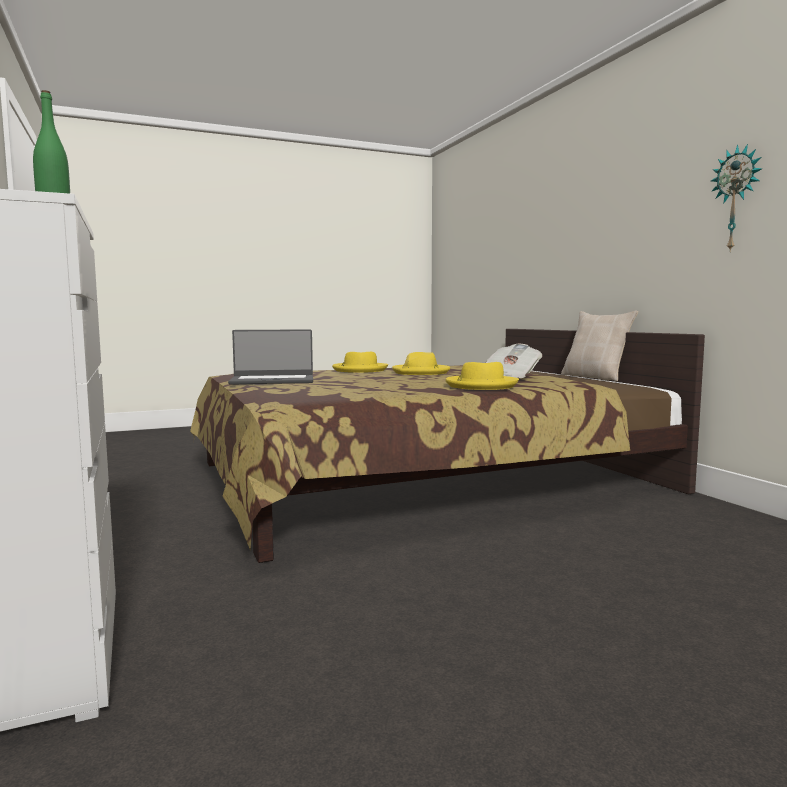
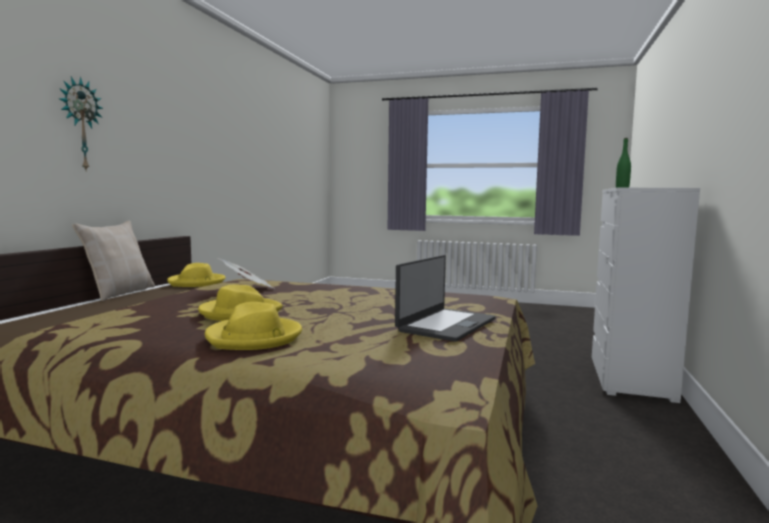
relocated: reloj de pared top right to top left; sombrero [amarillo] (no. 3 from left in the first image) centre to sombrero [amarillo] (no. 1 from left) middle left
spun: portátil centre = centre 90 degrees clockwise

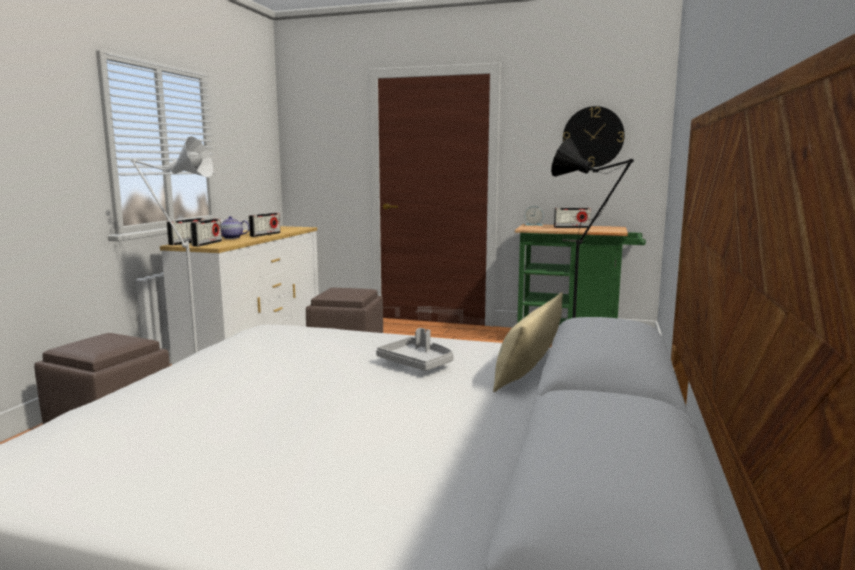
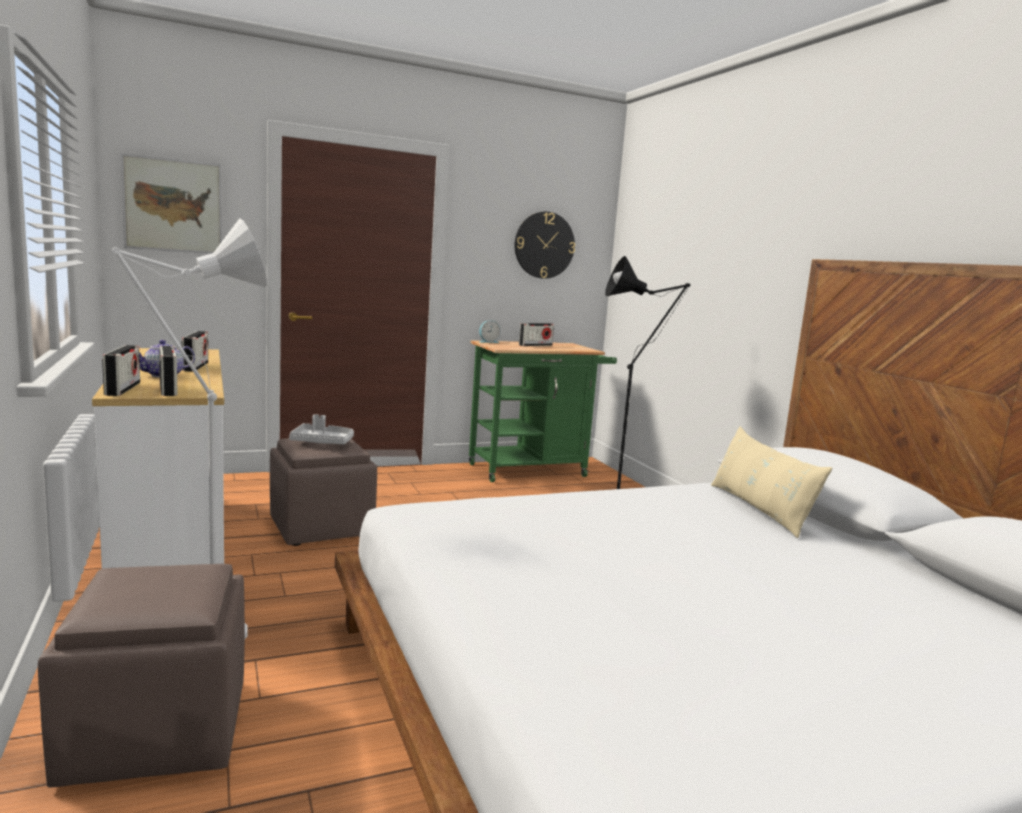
appeared: cuadro top left
relocated: bandeja [gris] centre to middle left

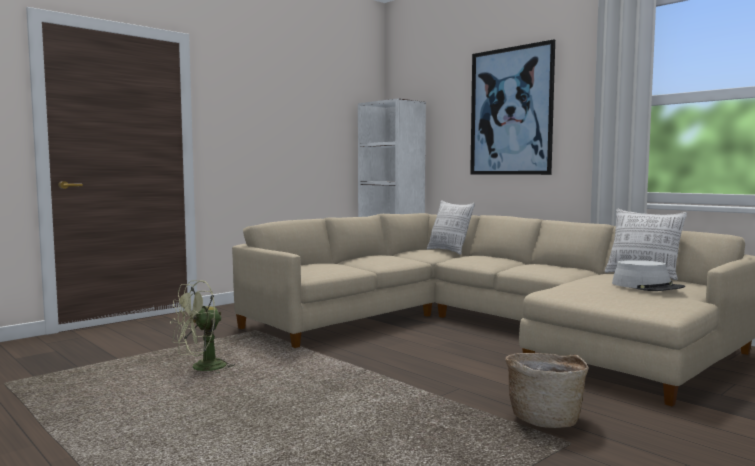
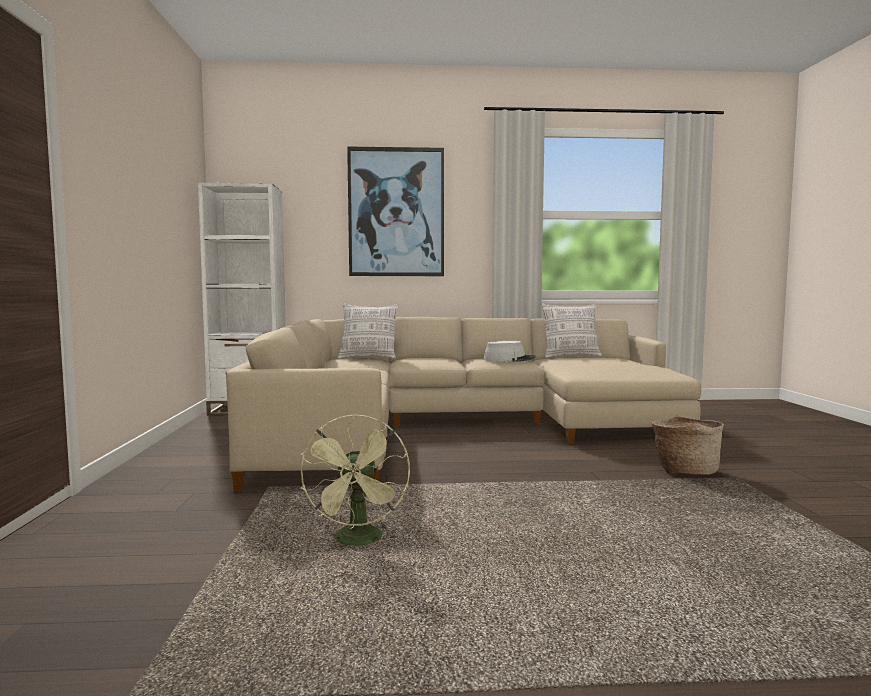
relocated: sombrero [gris] middle right to centre

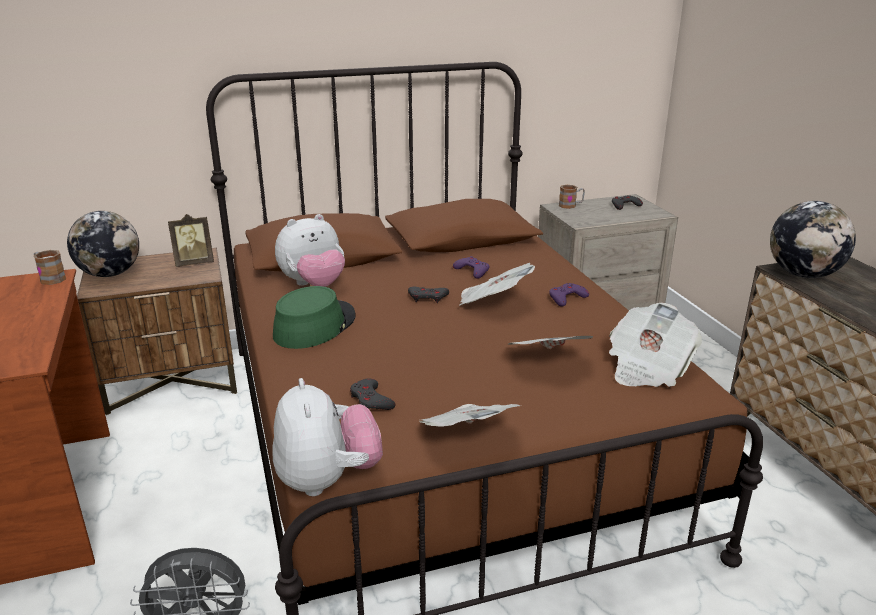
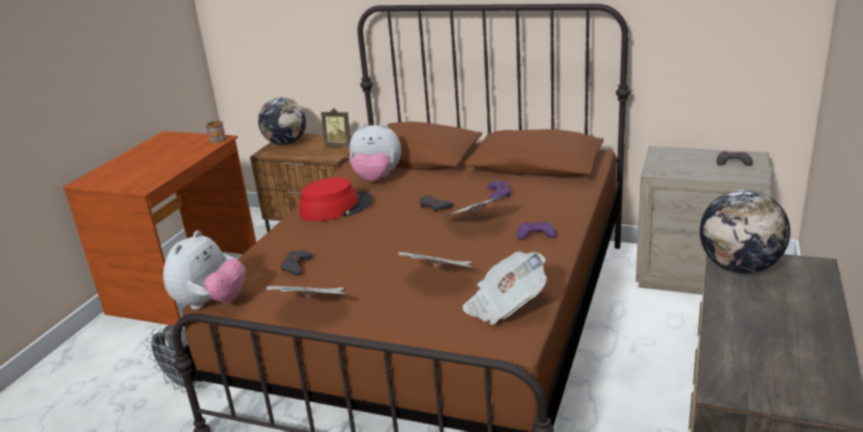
missing: taza grande (no. 2 from left) top centre
colour: sombrero [verde] centre to sombrero [rojo] centre

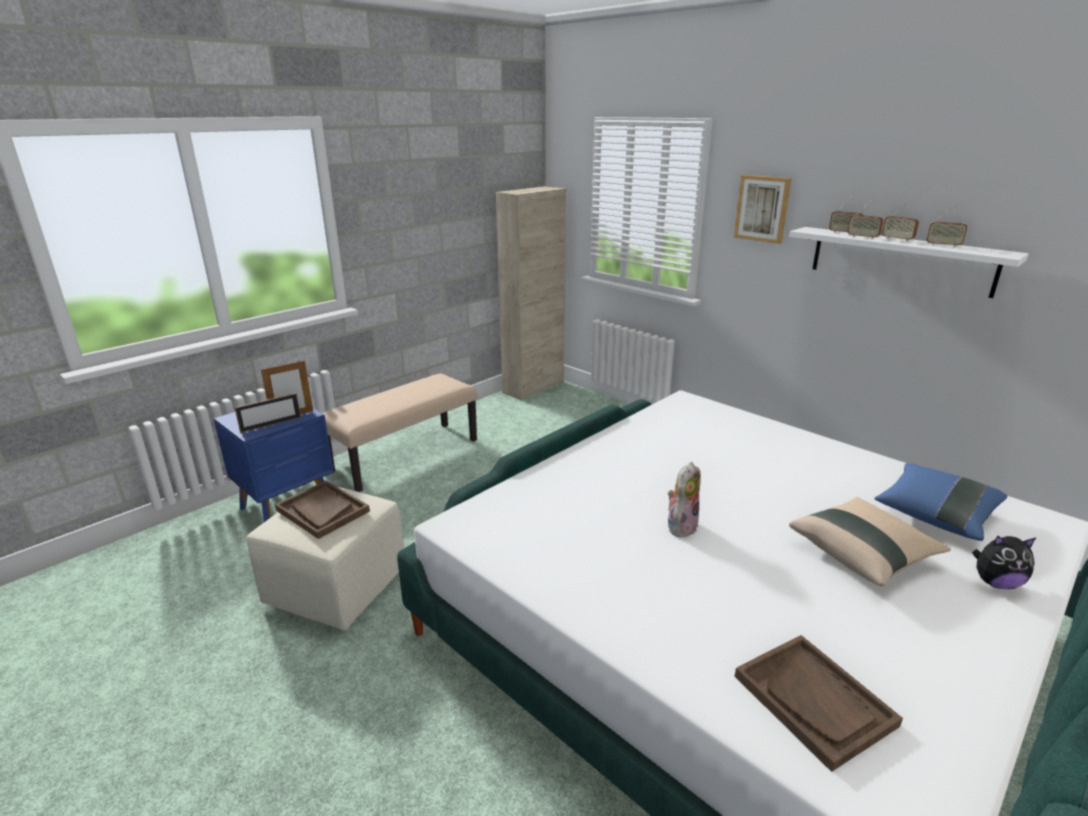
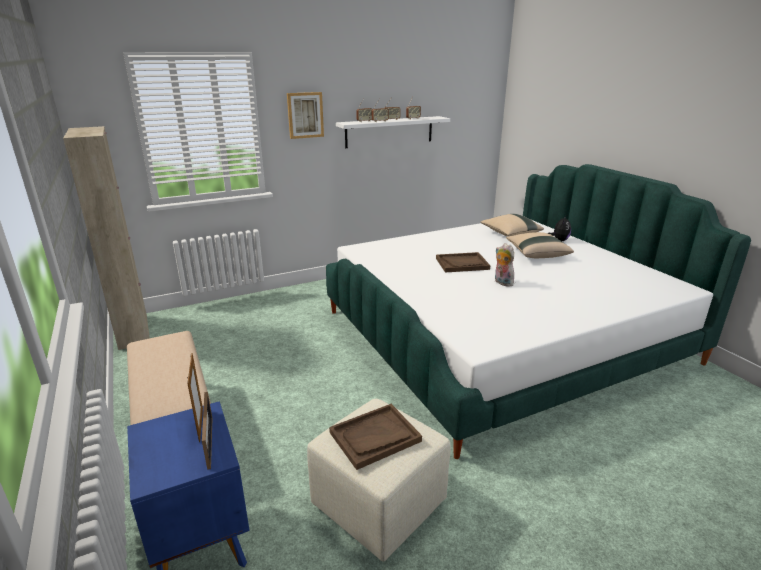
relocated: bandeja [marrón] (no. 2 from left) bottom right to centre
colour: cojín [azul] middle right to cojín [beis] (no. 1 from left) middle right

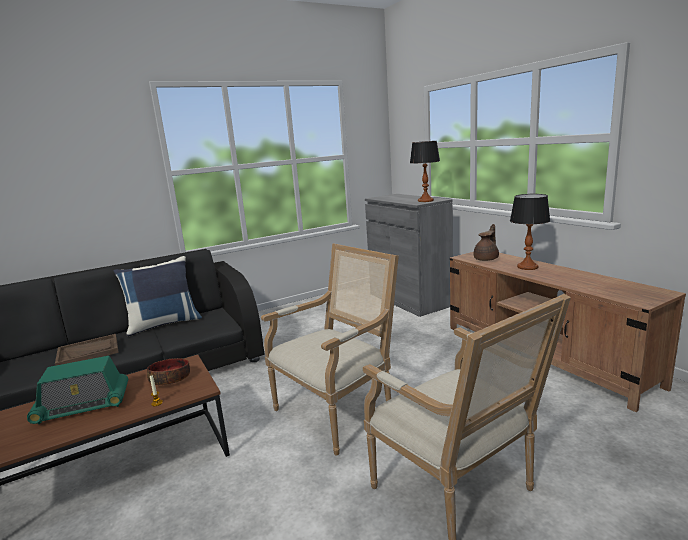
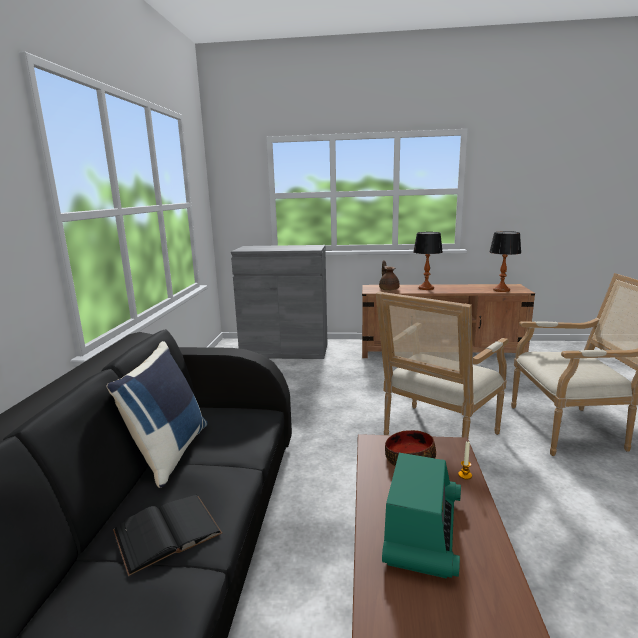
relocated: lámpara de mesa (no. 1 from left in the first image) top centre to lámpara de mesa (no. 2 from left) middle right
exchanged: bandeja [marrón] middle left to libro [negro] bottom left
spun: sillón (no. 1 from left) centre = middle right 135 degrees counterclockwise

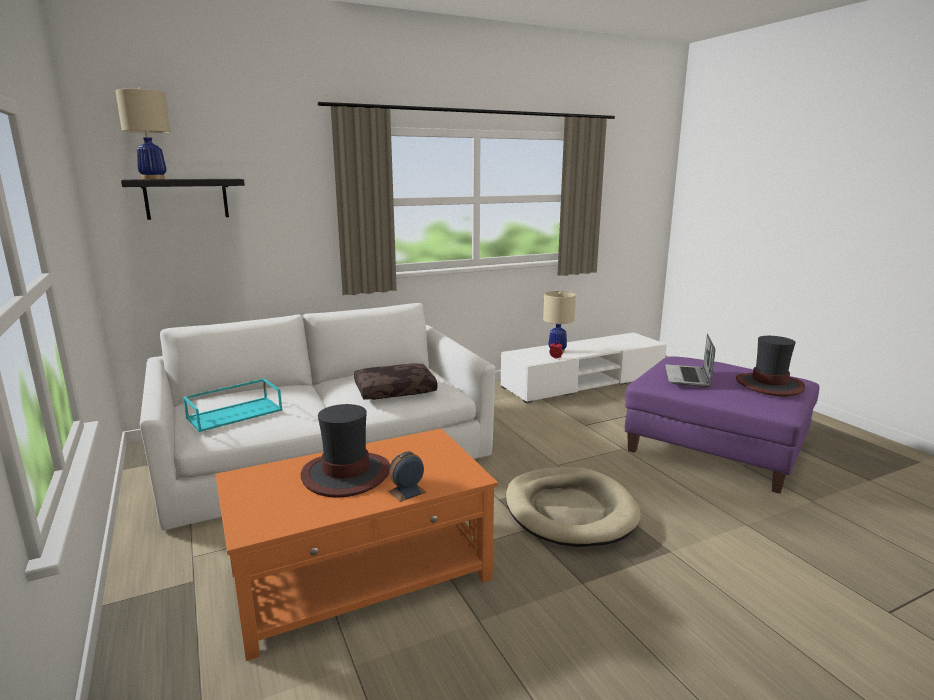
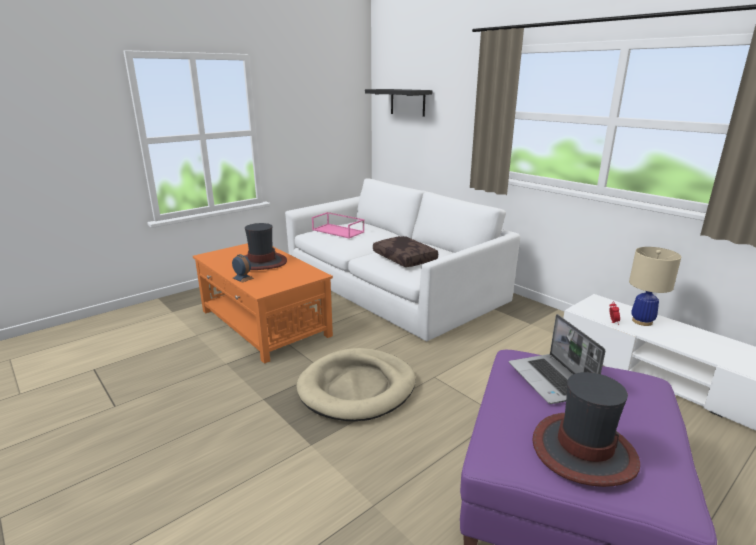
missing: lámpara de mesa [beis] (no. 1 from left) top left
colour: bandeja [turquesa] middle left to bandeja [rosa] centre
spun: portátil middle right = middle right 105 degrees counterclockwise

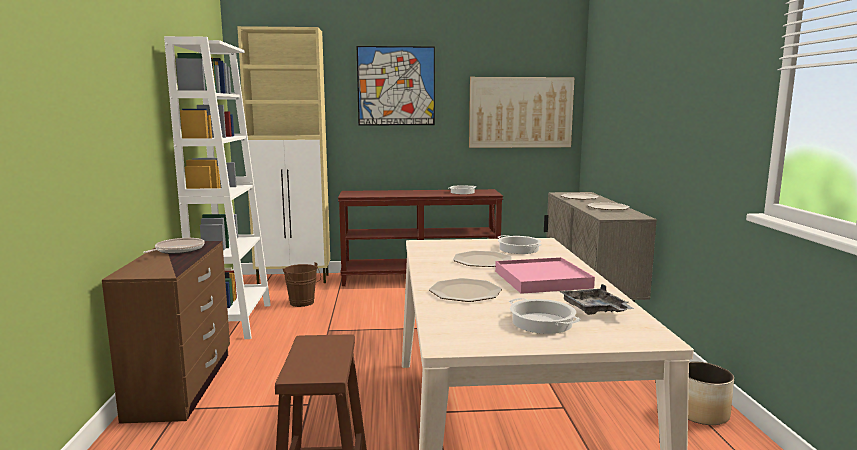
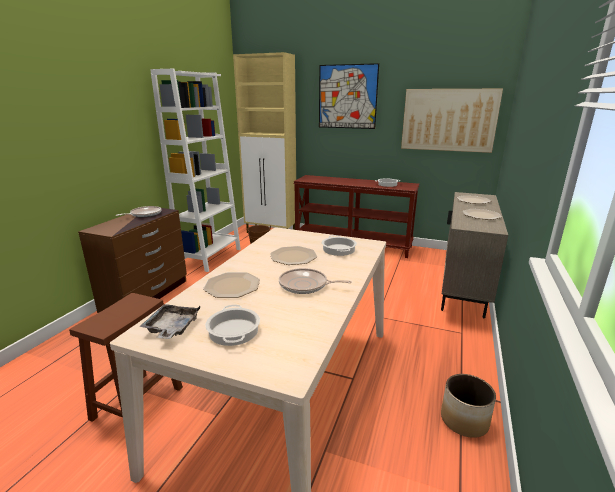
relocated: bandeja [gris] middle right to middle left
exchanged: bandeja [rosa] centre to sartén (no. 2 from left) centre

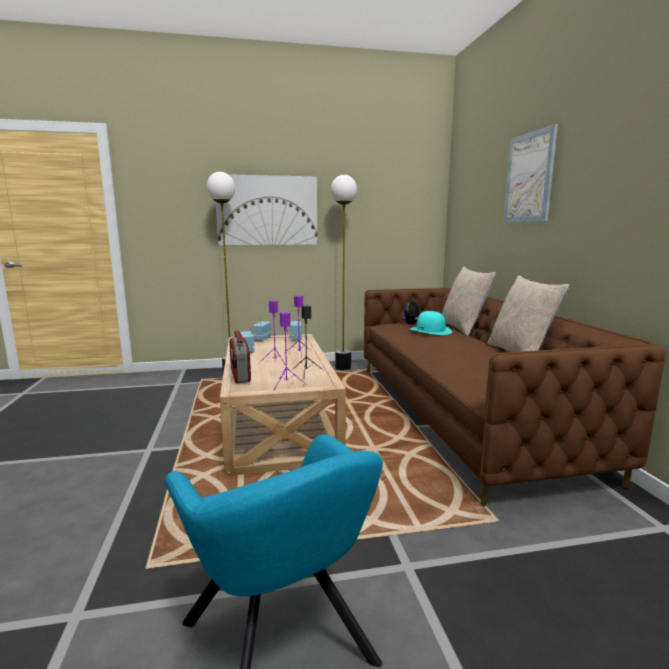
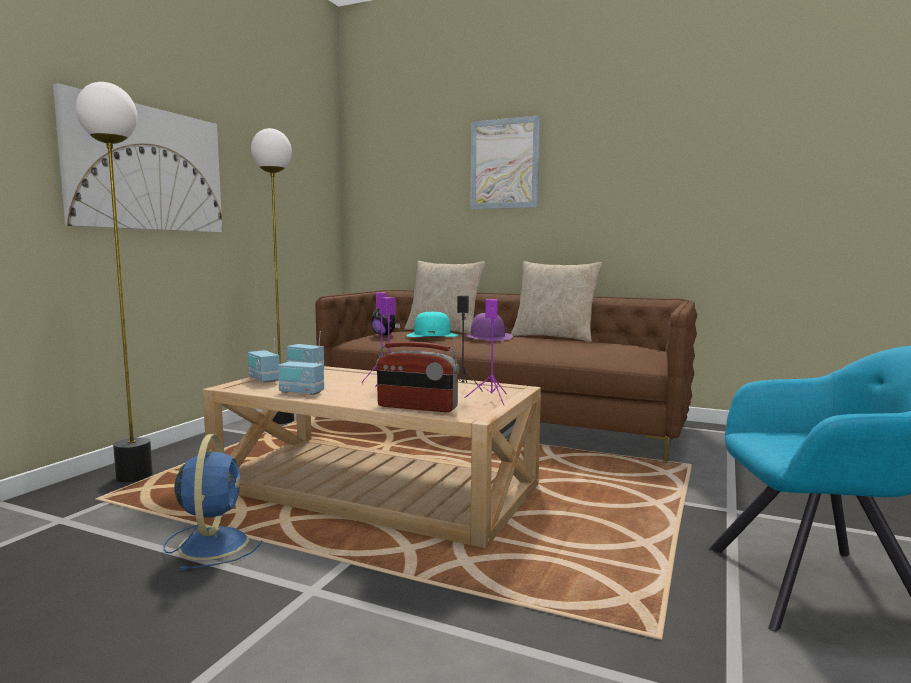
appeared: sombrero [morado] centre; ventilador [azul] bottom left

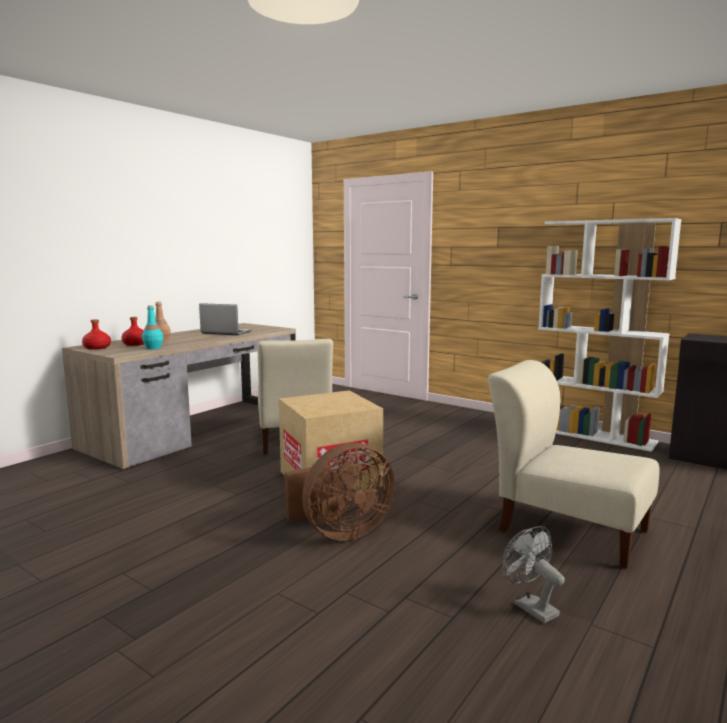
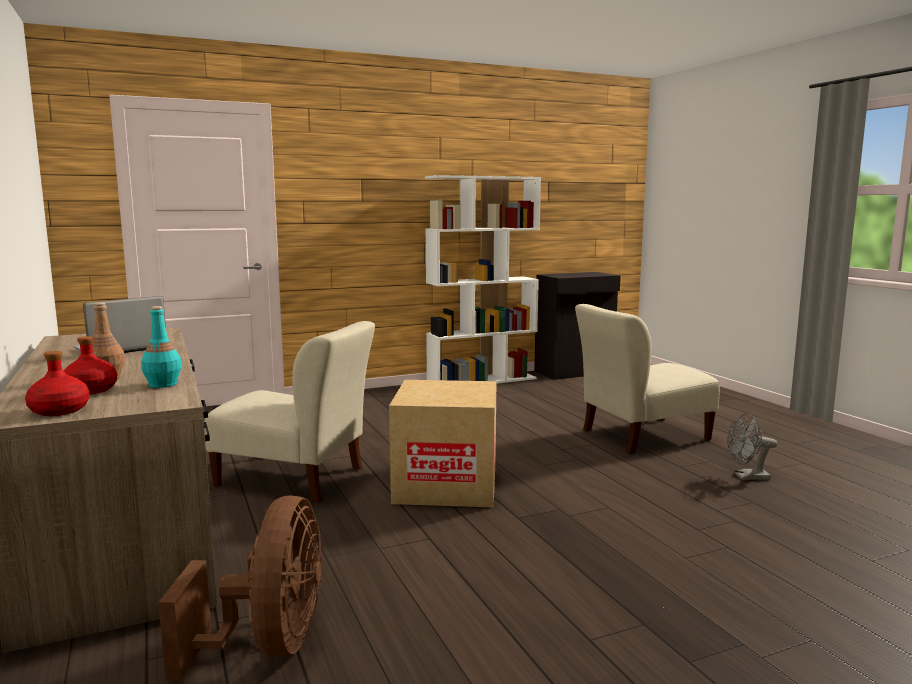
relocated: ventilador [marrón] bottom centre to bottom left

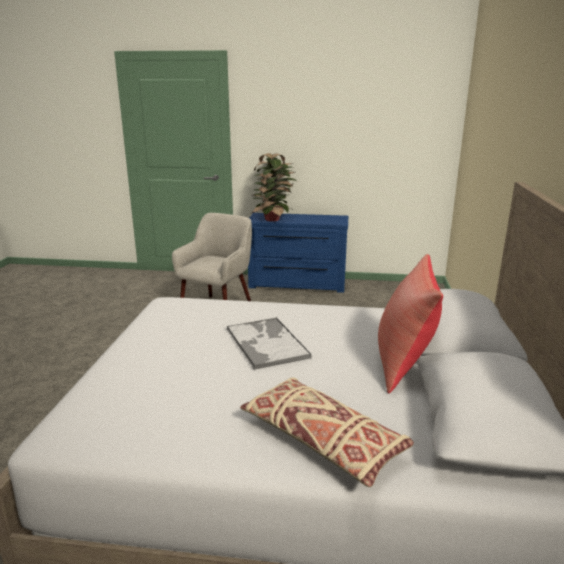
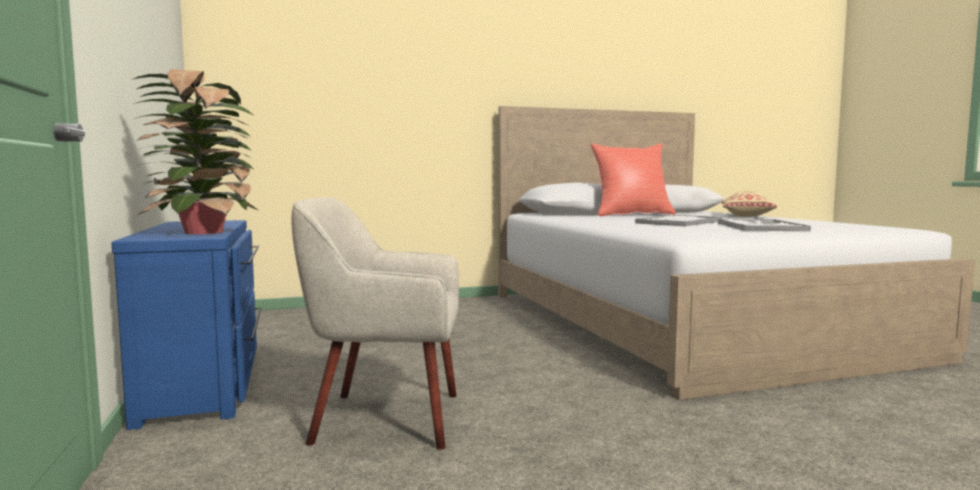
appeared: bandeja (no. 2 from left) middle right

